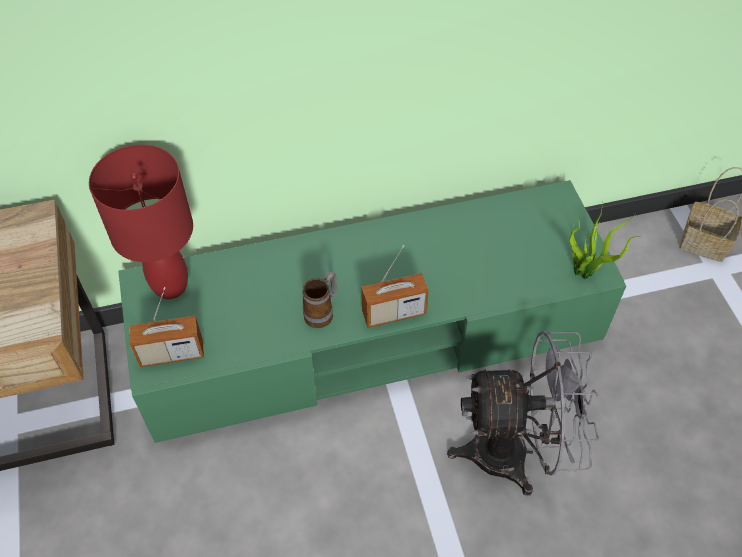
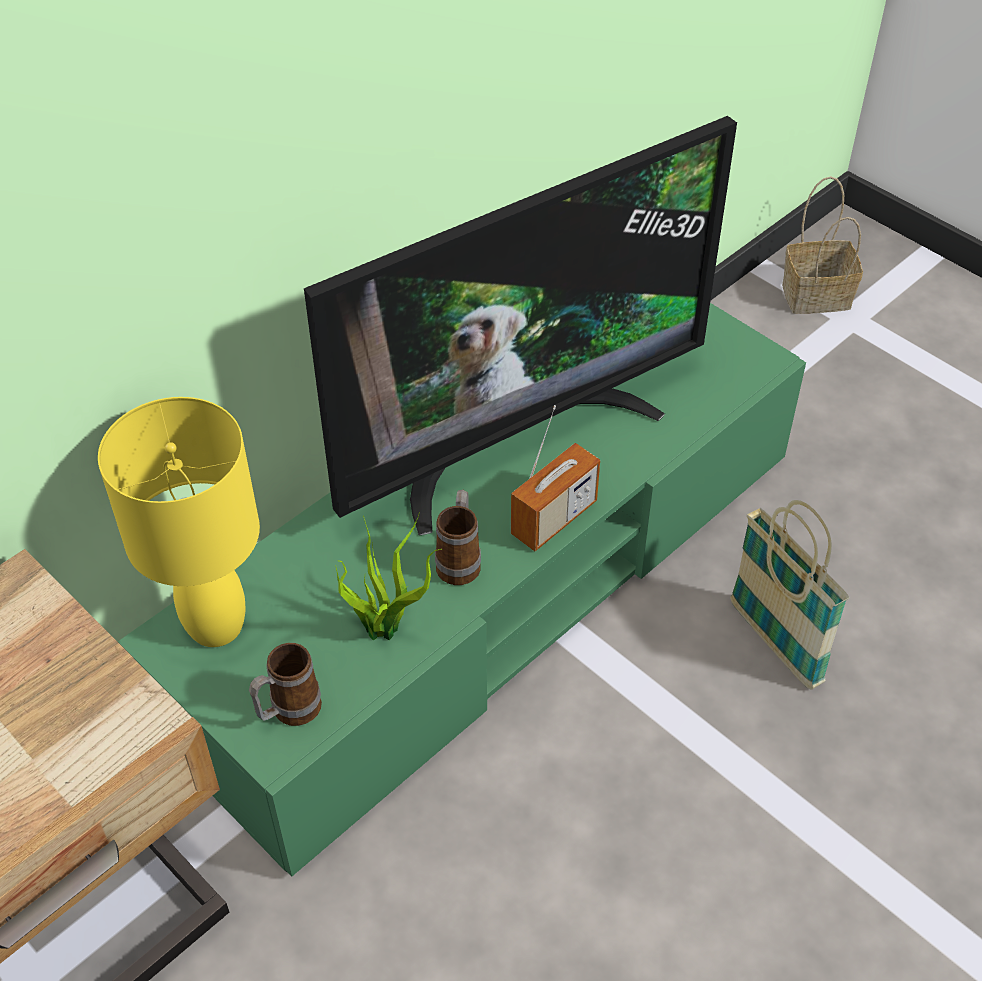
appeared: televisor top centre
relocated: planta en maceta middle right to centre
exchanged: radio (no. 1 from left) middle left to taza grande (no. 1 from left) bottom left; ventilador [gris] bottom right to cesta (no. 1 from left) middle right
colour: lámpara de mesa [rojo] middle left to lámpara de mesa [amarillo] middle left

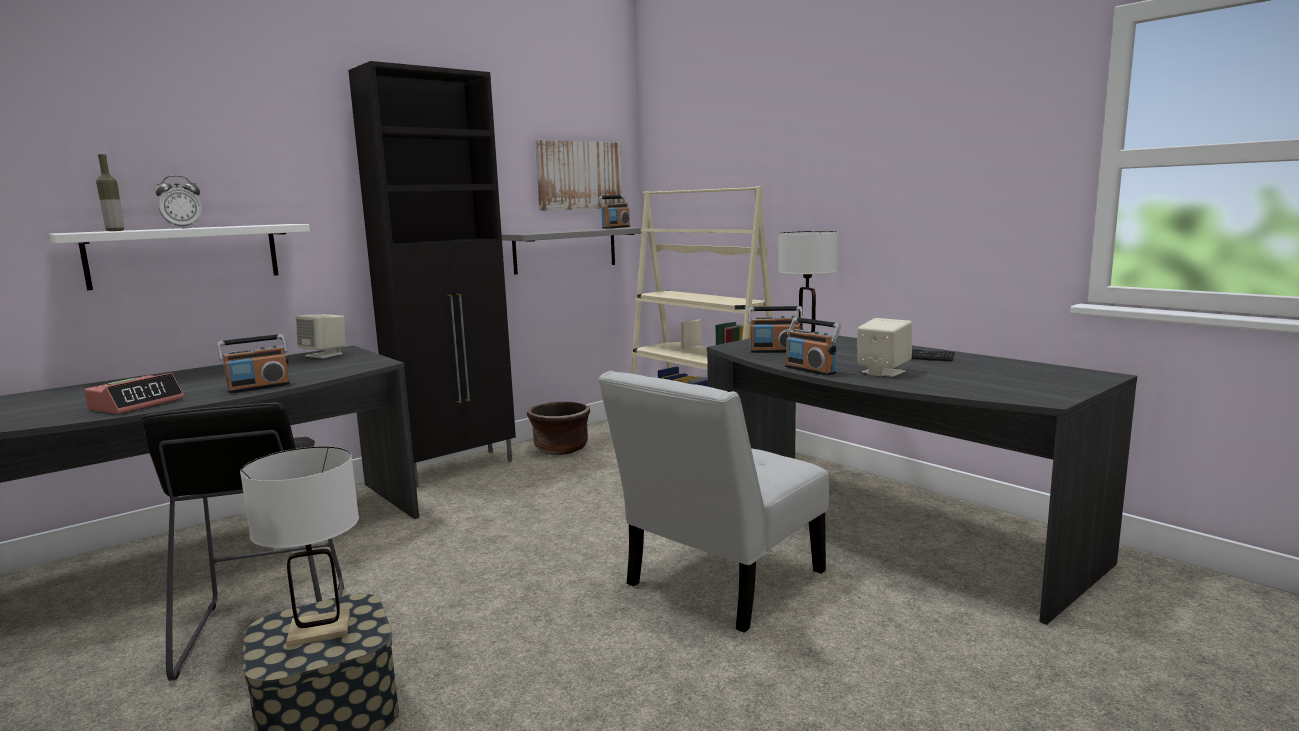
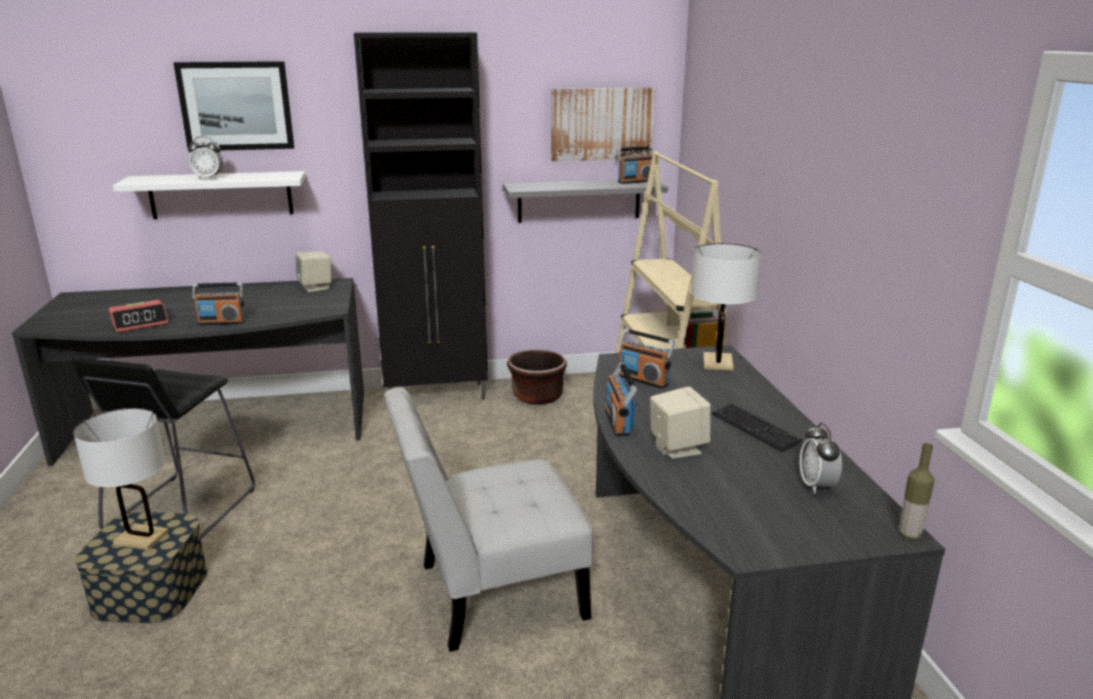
appeared: cuadro (no. 1 from left) top left; despertador (no. 3 from left) middle right
relocated: botella top left to bottom right

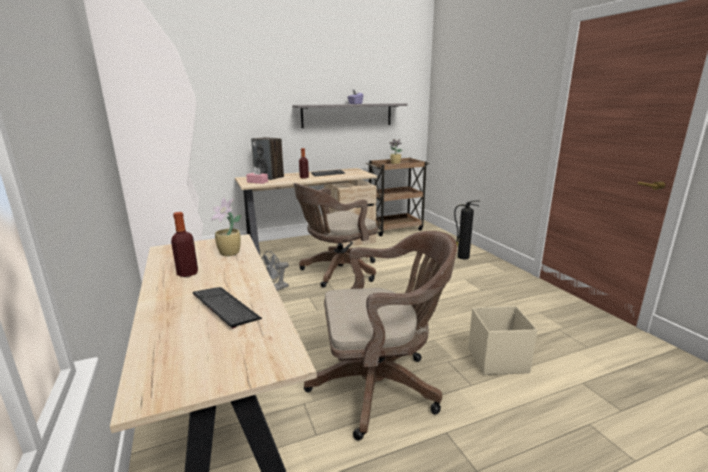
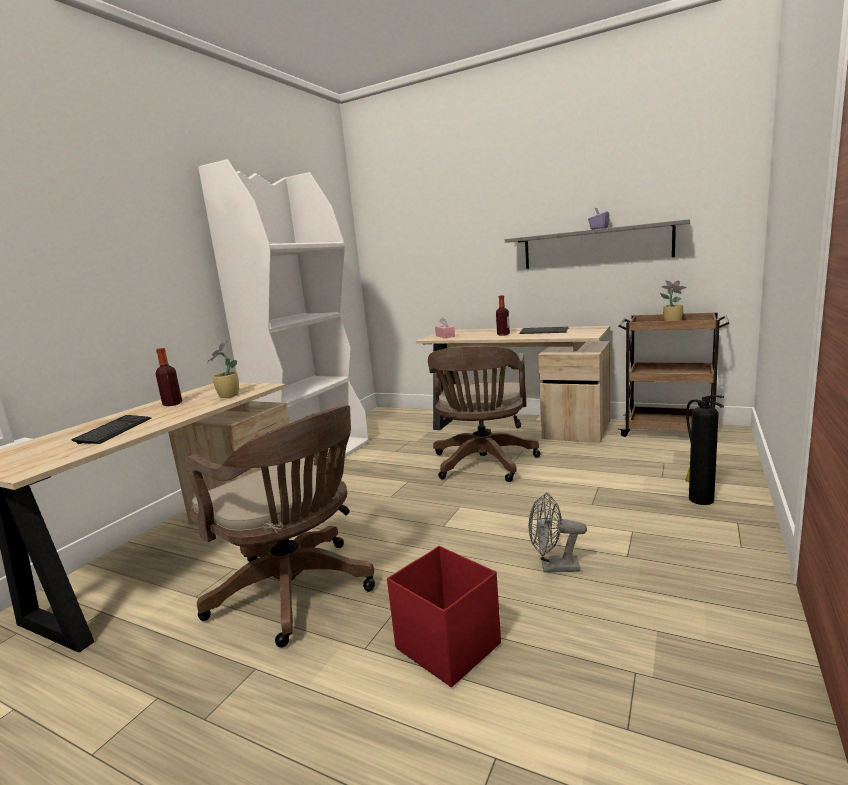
missing: altavoz centre
relocated: ventilador [gris] centre to bottom centre
colour: caja de almacenaje [beis] bottom right to caja de almacenaje [rojo] bottom centre
spun: silla de oficina [marrón] (no. 1 from left in the first image) centre = centre 90 degrees counterclockwise

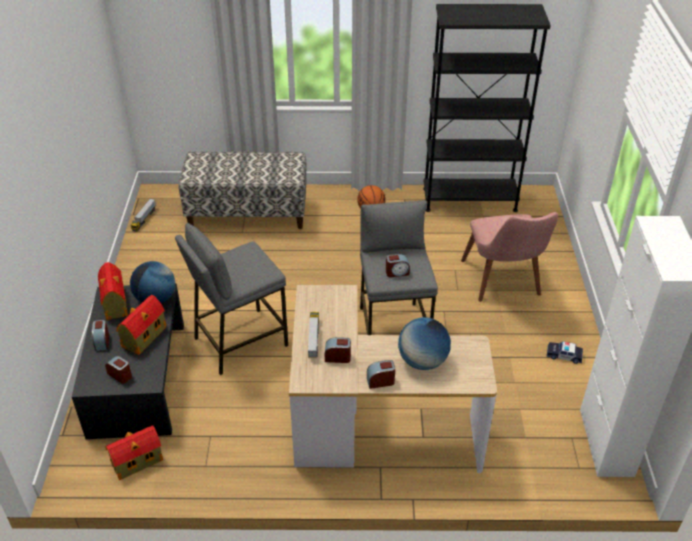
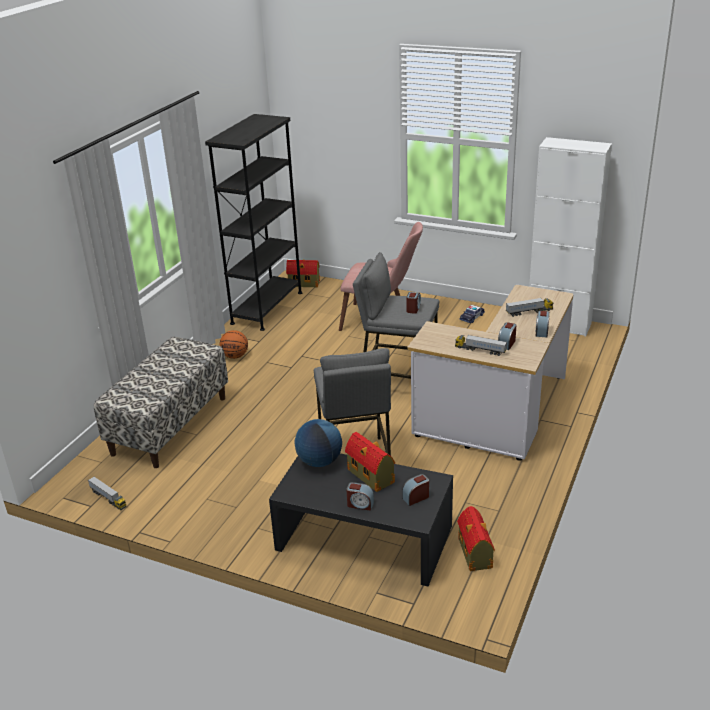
relocated: casita (no. 1 from left) middle left to centre
exchanged: globo terráqueo (no. 2 from left) centre to camión de juguete (no. 3 from left) middle right

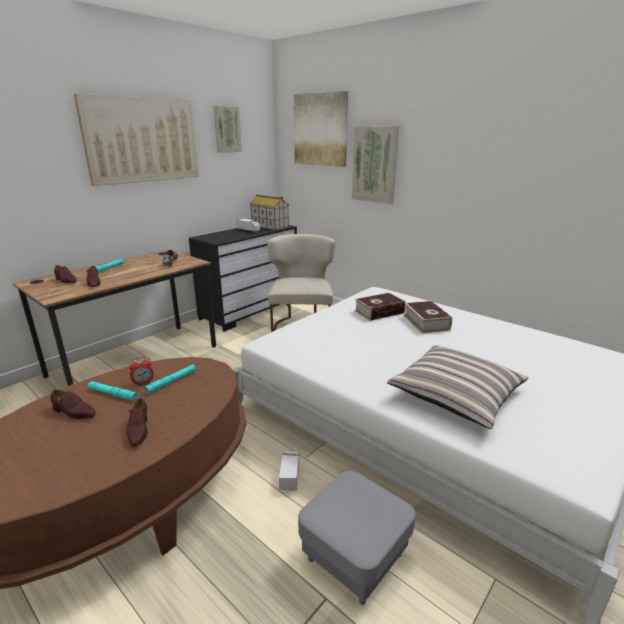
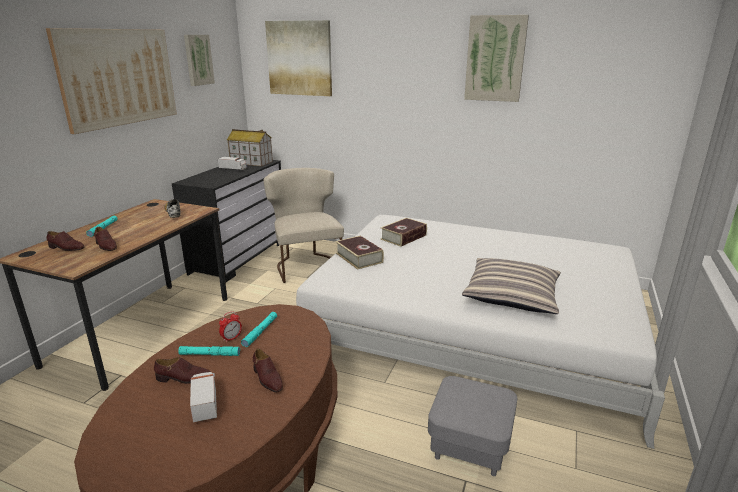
relocated: cuadro (no. 4 from left) top centre to top right; libro (no. 2 from left in the first image) middle right to libro (no. 1 from left) centre; camión de juguete (no. 2 from left in the first image) bottom centre to camión de juguete (no. 1 from left) bottom left

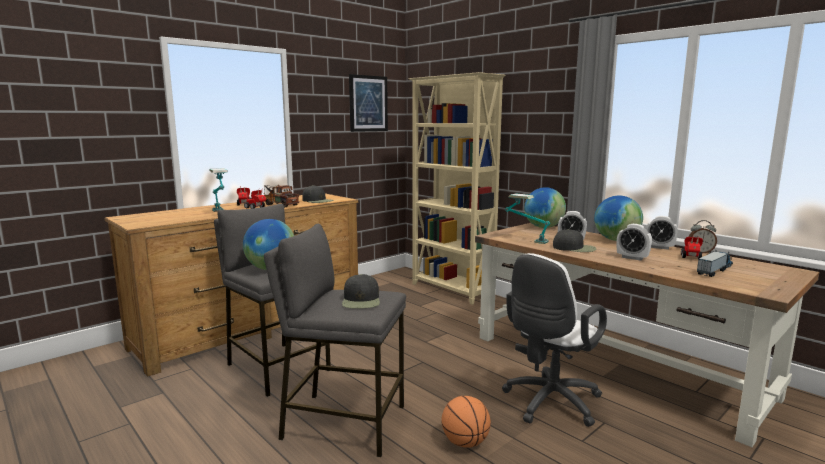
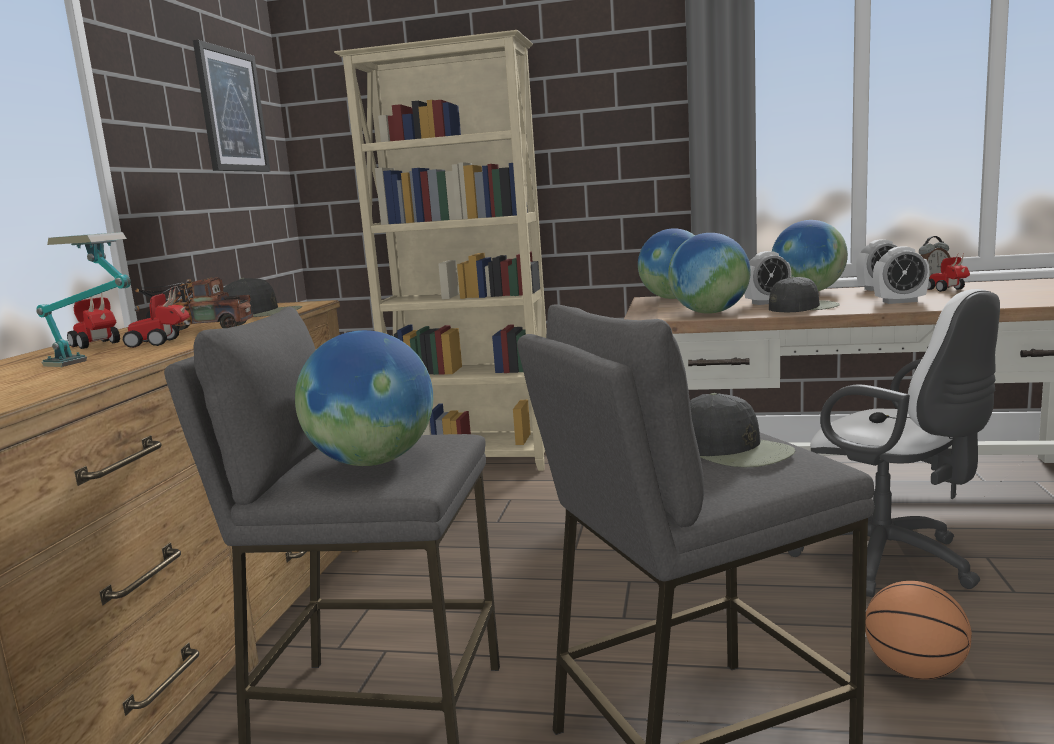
missing: camión de juguete (no. 2 from left) middle right
exchanged: lámpara de mesa (no. 2 from left) centre to globo terráqueo (no. 3 from left) middle right
spun: silla de oficina [blanco] bottom right = middle right 45 degrees counterclockwise

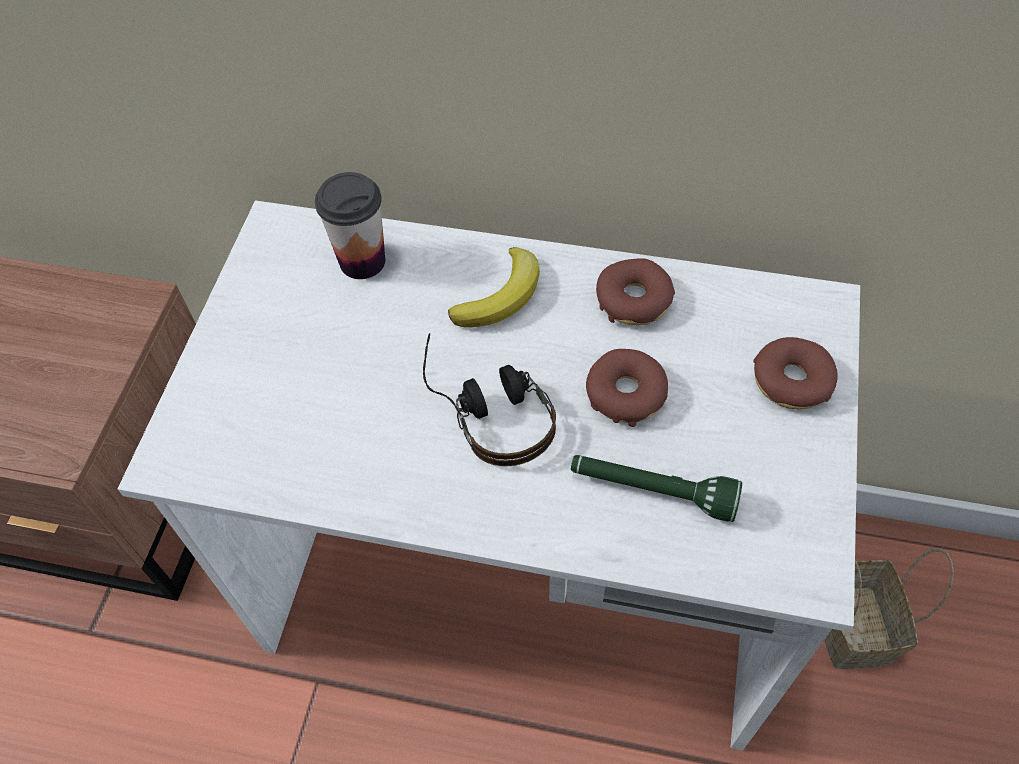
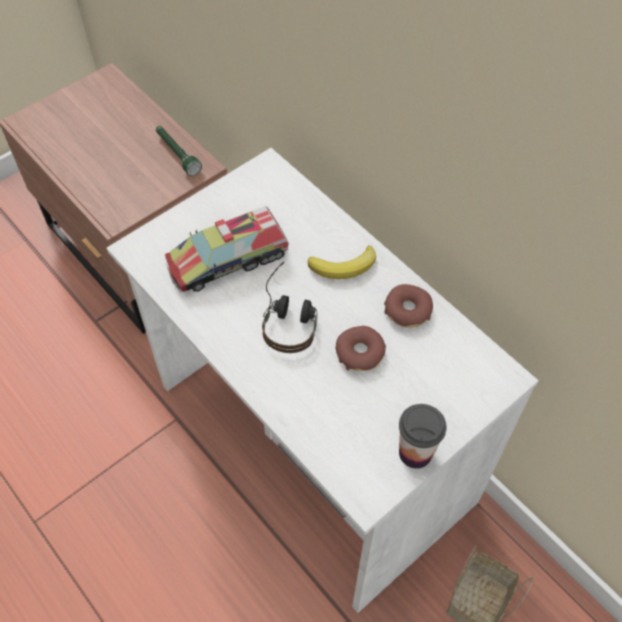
missing: rosquilla (no. 3 from left) middle right
appeared: camión de juguete centre
relocated: taza top centre to bottom right; linterna [verde] centre to top left

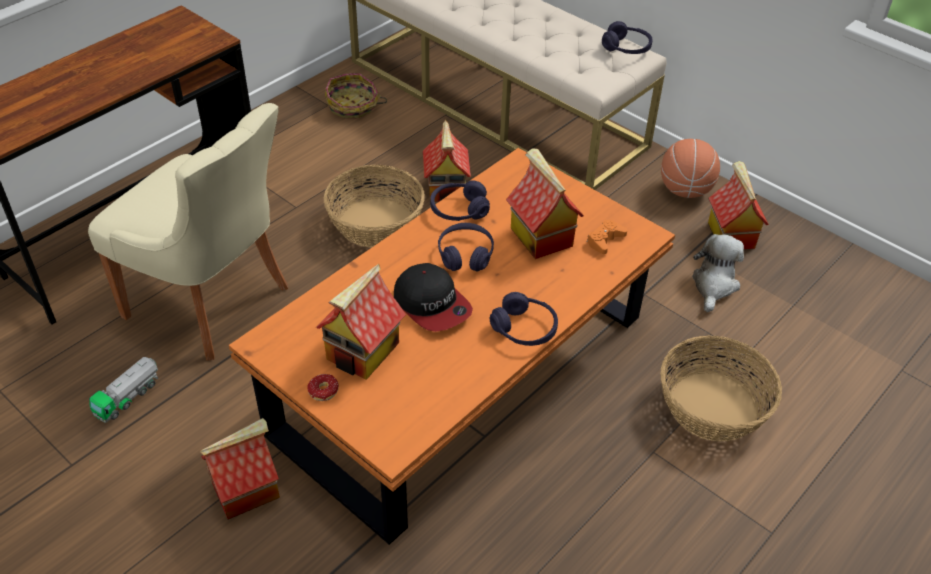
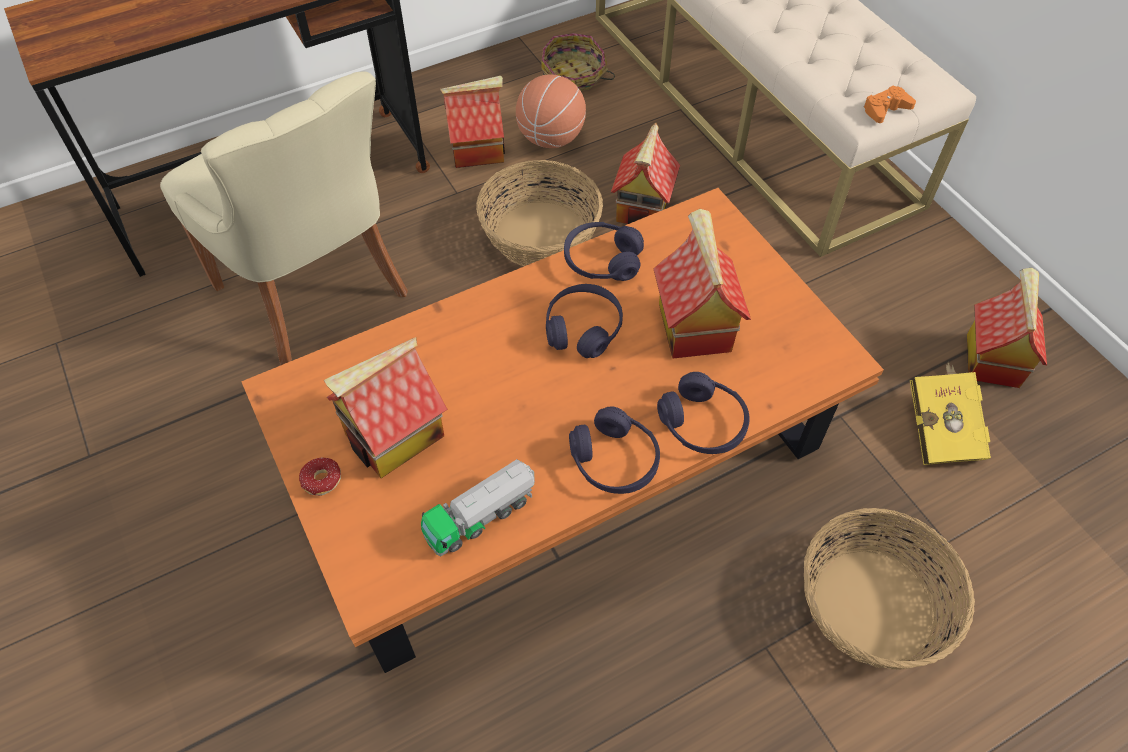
missing: gorra centre
relocated: auriculares [morado] (no. 4 from left) top right to centre; balón de baloncesto top right to top centre; mando de consola [naranja] centre to top right; camión de juguete bottom left to bottom centre; casita (no. 1 from left in the first image) bottom left to casita (no. 2 from left) top centre
exchanged: peluche middle right to libro [amarillo] middle right

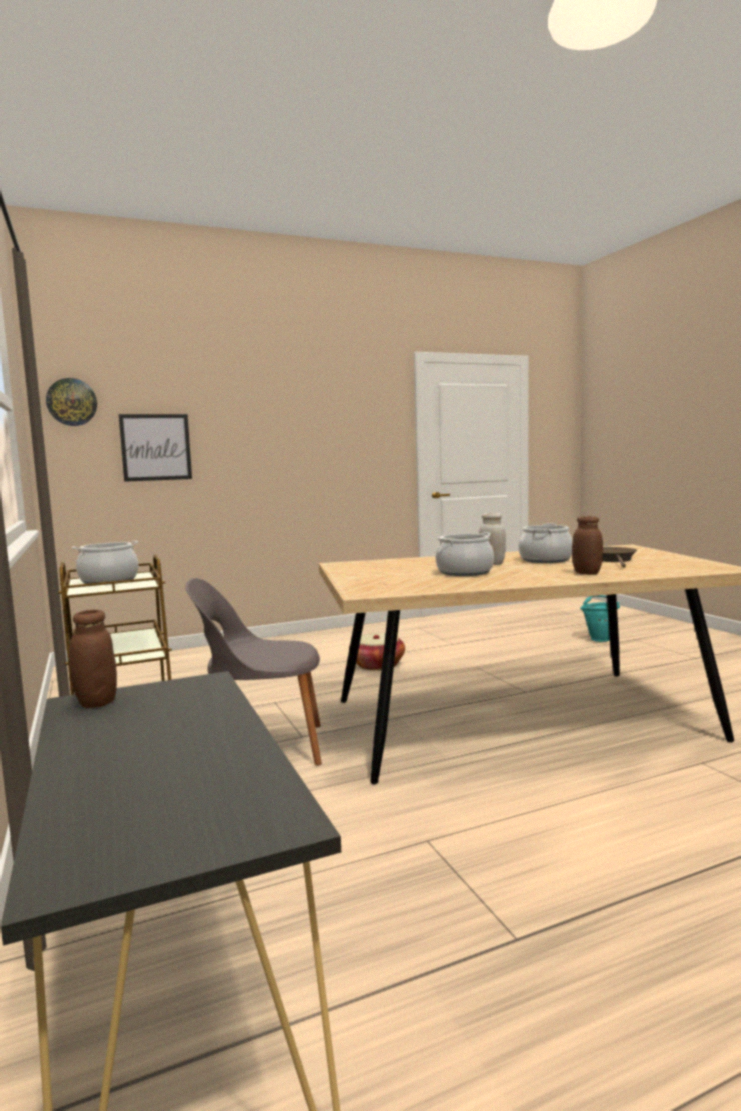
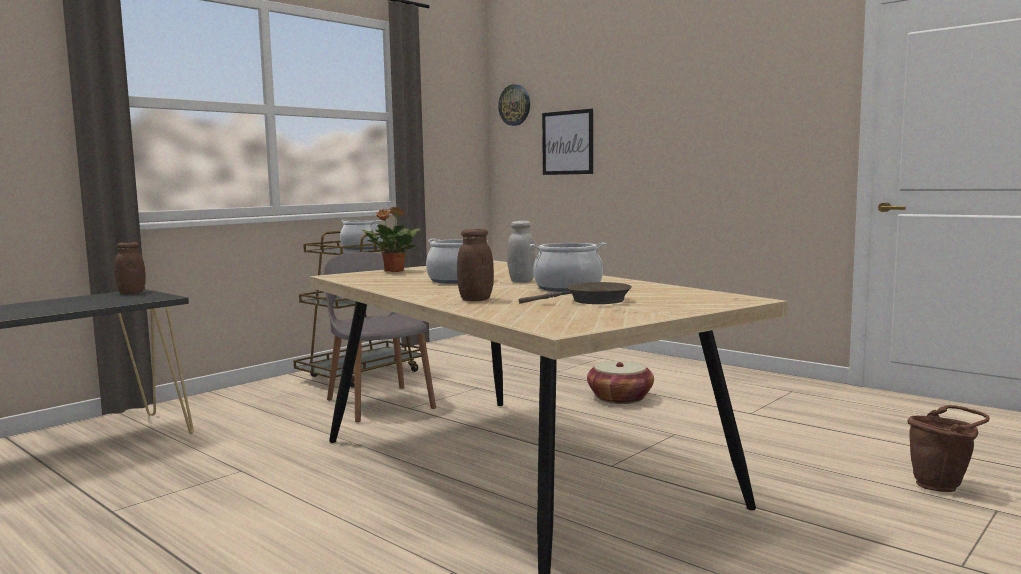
appeared: planta en maceta centre
colour: cubo [turquesa] middle right to cubo [marrón] bottom right

